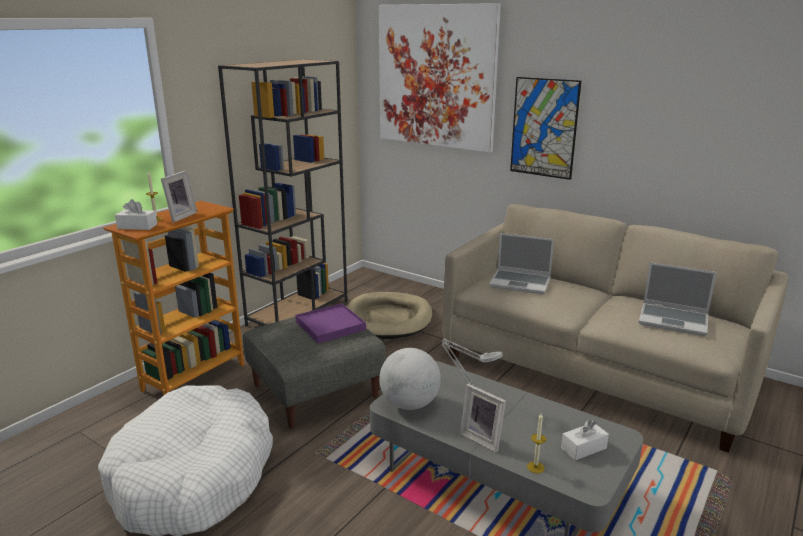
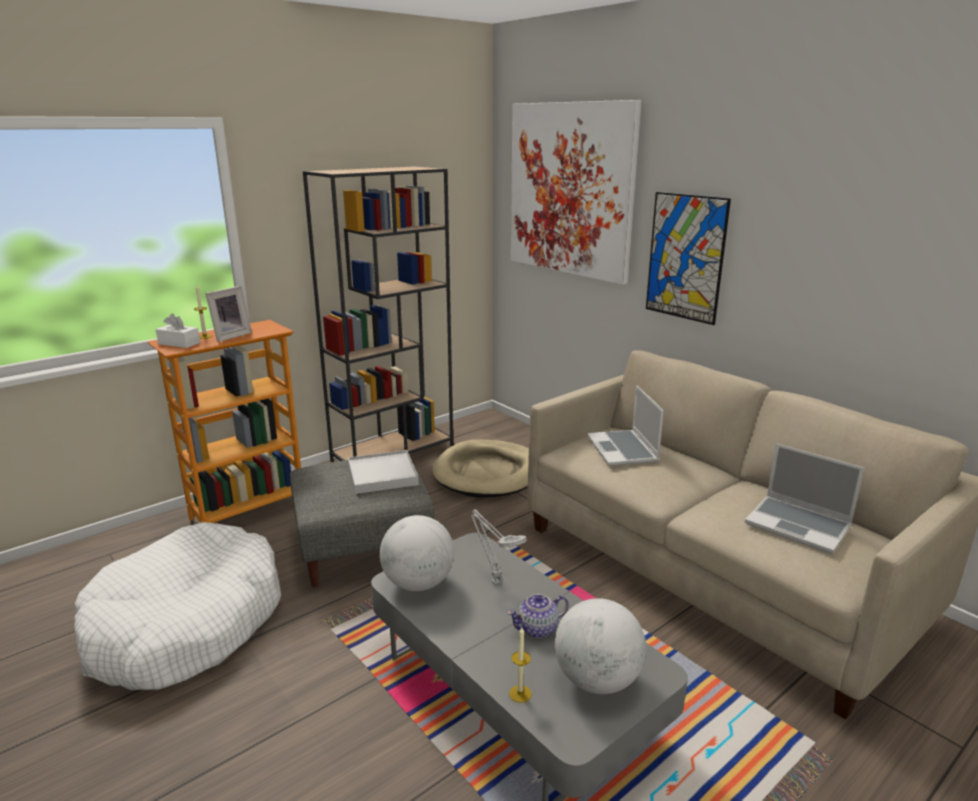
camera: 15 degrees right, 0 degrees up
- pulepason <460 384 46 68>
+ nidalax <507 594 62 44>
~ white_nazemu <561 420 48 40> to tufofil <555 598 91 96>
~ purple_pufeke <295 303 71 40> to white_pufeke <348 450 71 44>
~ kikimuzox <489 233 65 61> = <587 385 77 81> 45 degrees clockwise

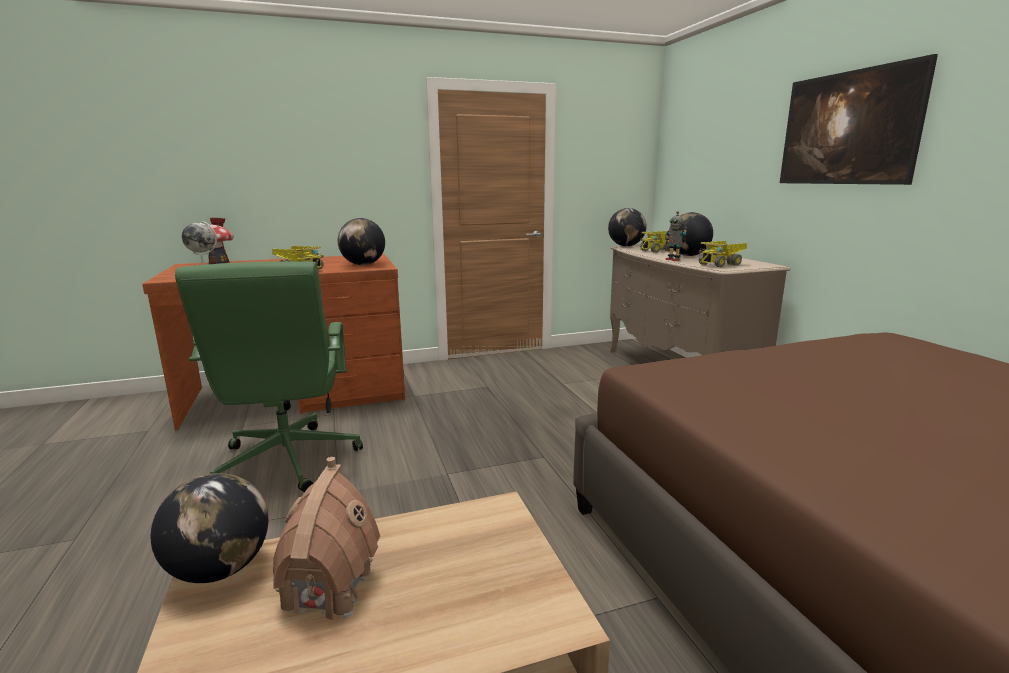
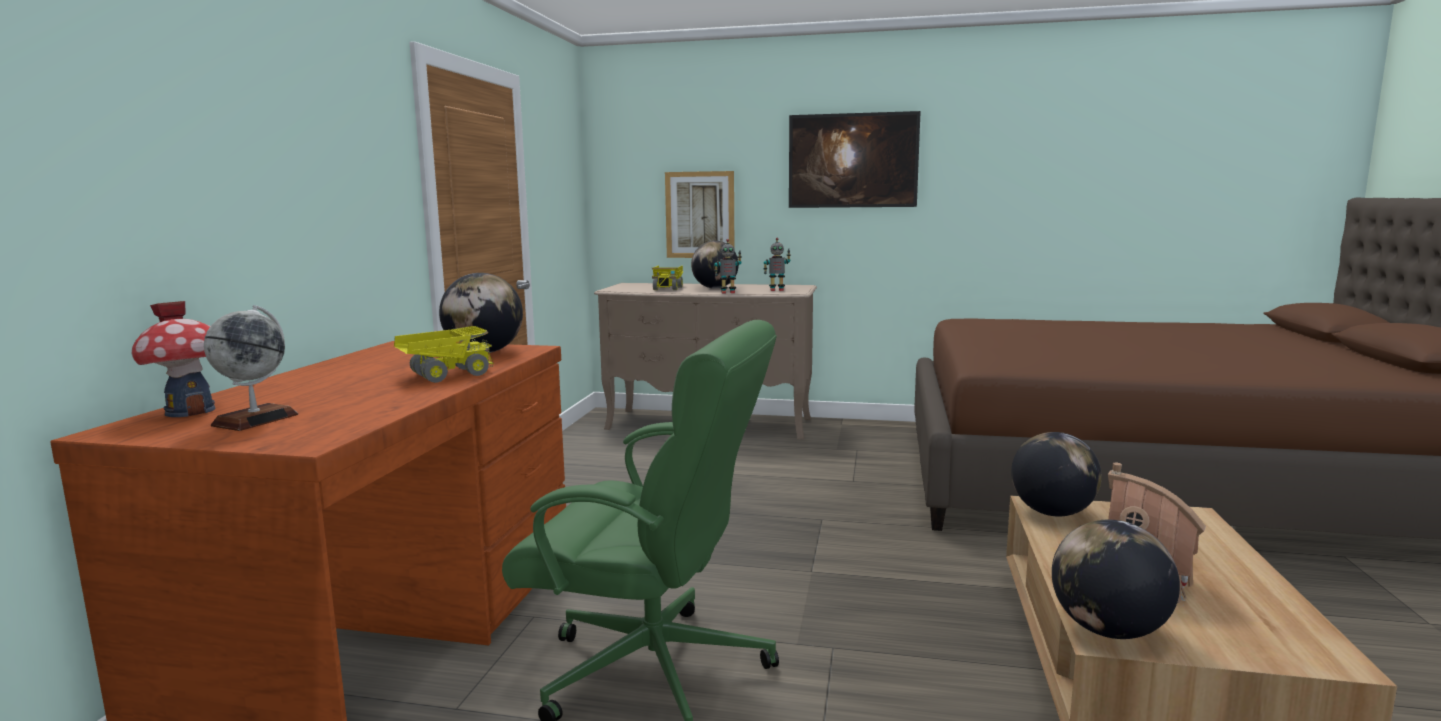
camera: 60 degrees left, 5 degrees down
+ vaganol <665 171 70 87>
~ tufofil <608 208 39 38> to <1011 432 91 85>
~ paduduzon <699 241 48 26> to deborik <763 238 28 53>

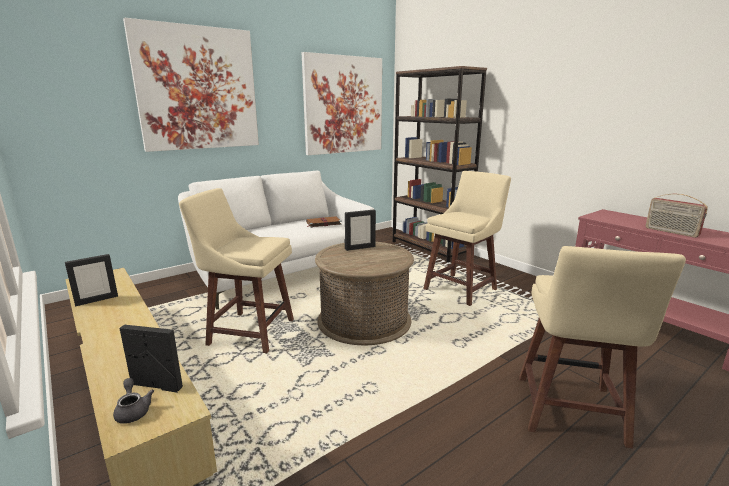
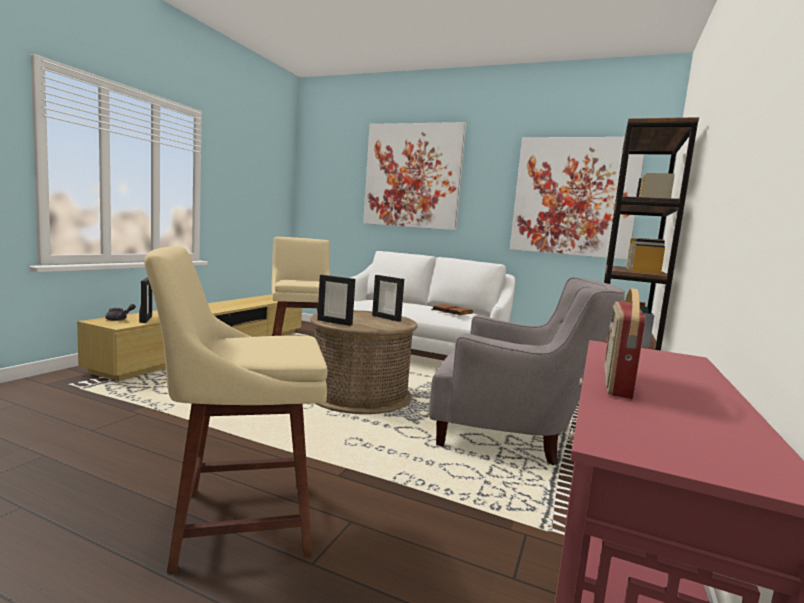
camera: 60 degrees right, 10 degrees down
~ pulepason <65 254 53 52> to <317 275 38 51>
~ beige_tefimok <423 171 88 135> to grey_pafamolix <429 277 196 188>

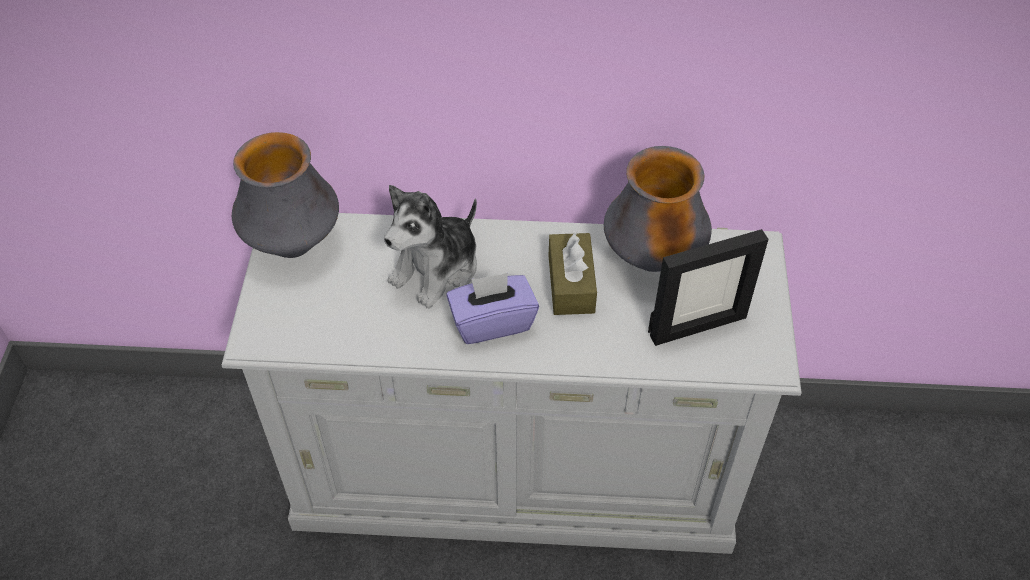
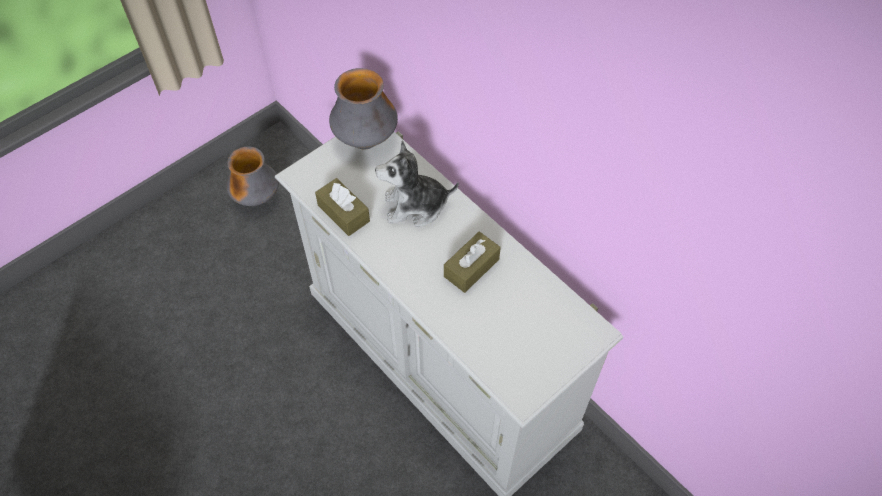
camera: 45 degrees right, 5 degrees up
- purple_nazemu <446 273 93 71>
- pulepason <648 229 121 117>
+ brown_nazemu <315 178 55 58>
~ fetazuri <604 146 108 126> to <226 147 53 59>

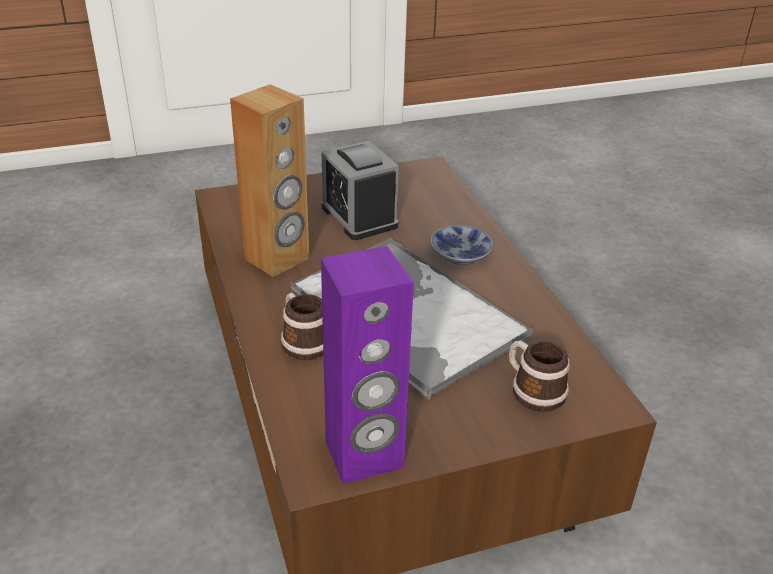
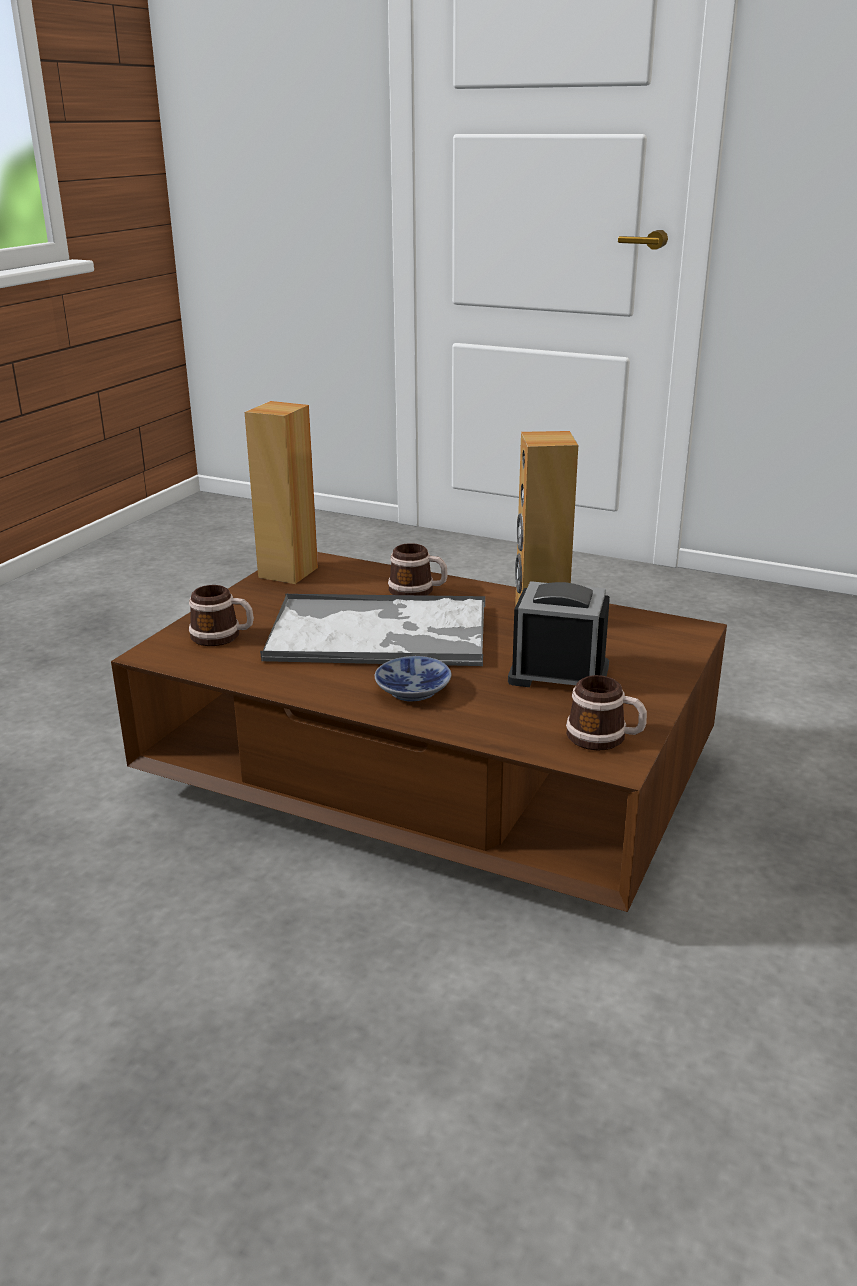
camera: 135 degrees right, 10 degrees down
+ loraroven <566 675 81 76>
~ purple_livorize <321 246 93 238> to brown_livorize <245 401 73 183>

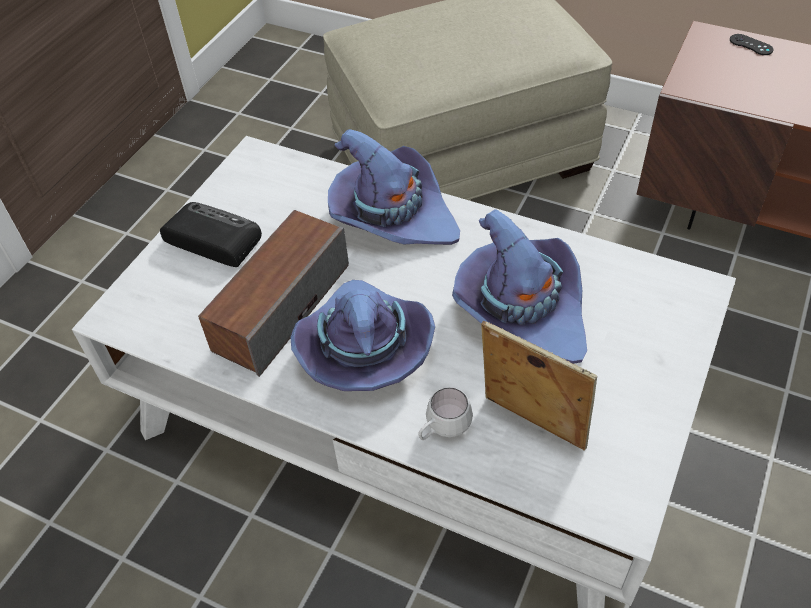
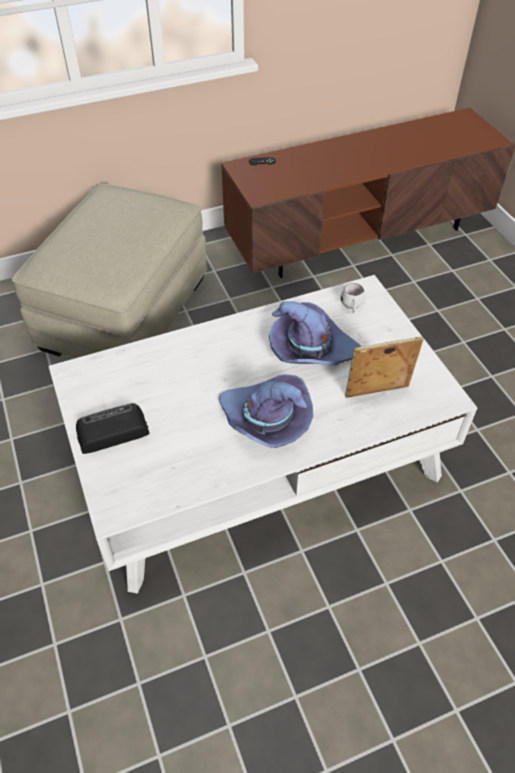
camera: 50 degrees left, 0 degrees up
- livorize <198 210 151 167>
- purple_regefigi <328 129 132 116>
~ white_loraroven <418 387 55 53> to <340 283 25 30>

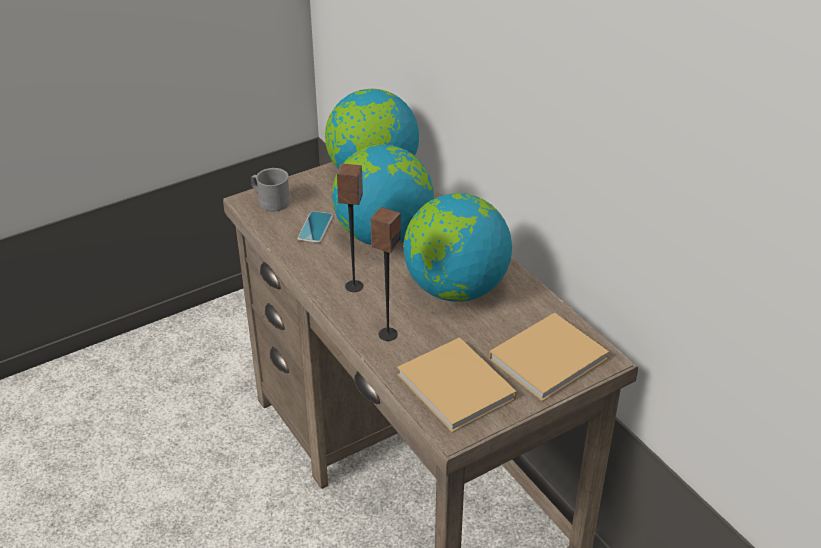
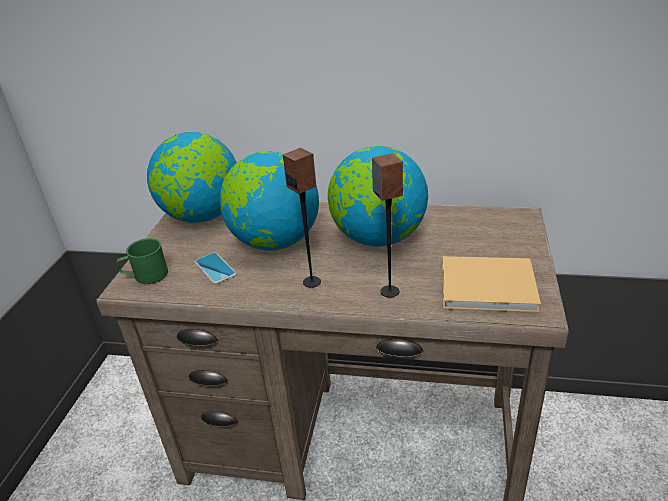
camera: 45 degrees left, 5 degrees down
- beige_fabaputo <489 313 120 89>
~ grey_loraroven <251 168 39 43> to green_loraroven <116 238 52 46>

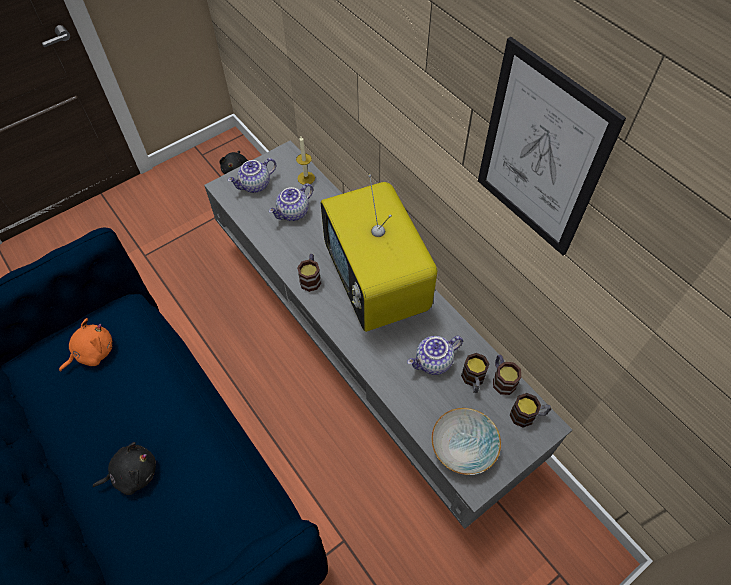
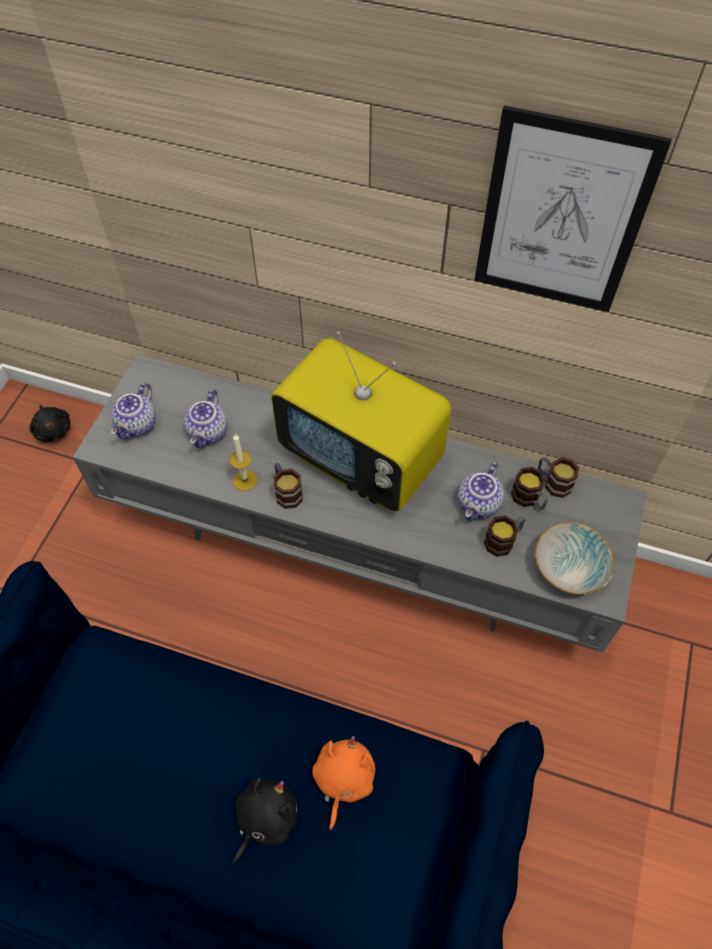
camera: 35 degrees left, 0 degrees up
~ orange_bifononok <59 318 53 54> to <312 736 63 95>
~ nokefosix <296 137 19 48> to <230 434 27 57>
~ loraroven <510 393 41 35> to <484 516 41 41>

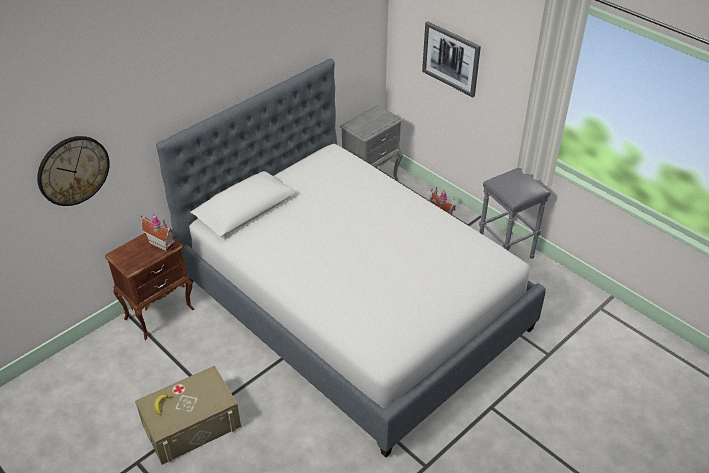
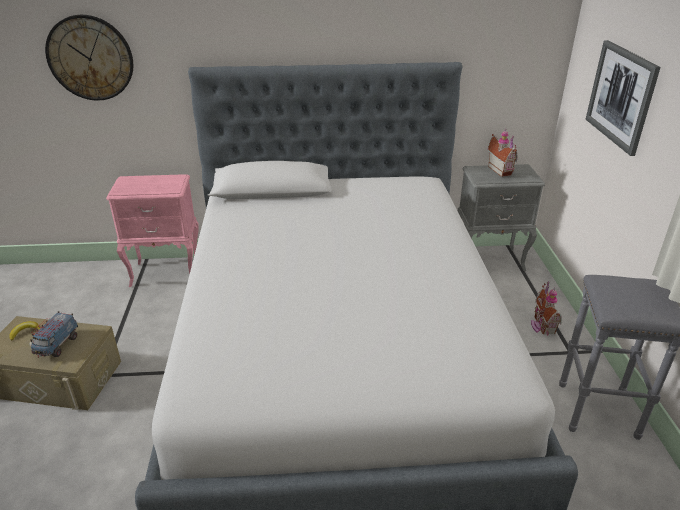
camera: 40 degrees right, 10 degrees down
+ paduduzon <30 311 48 47>
~ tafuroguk <141 214 34 38> to <487 129 31 48>
~ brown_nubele <105 233 89 107> to pink_nubele <106 174 93 113>

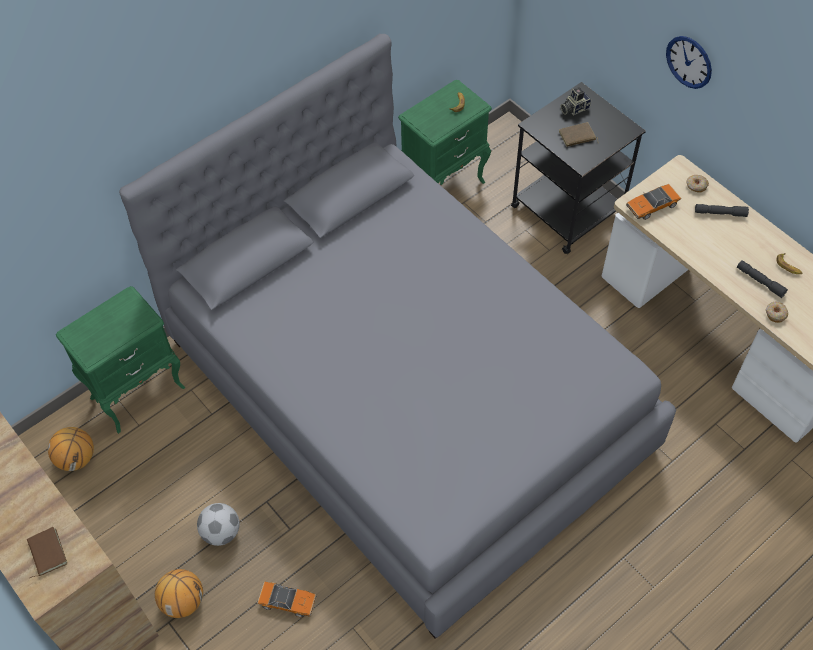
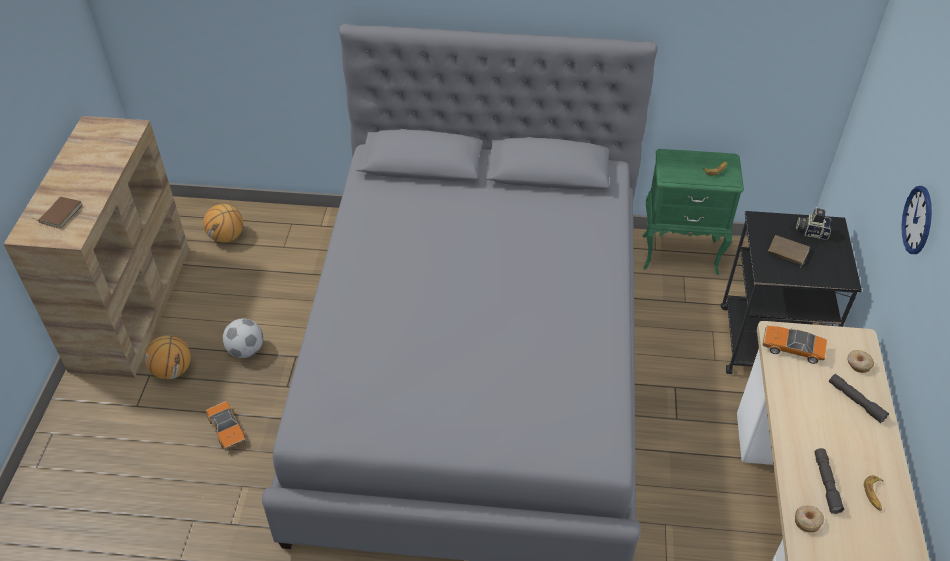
camera: 45 degrees right, 10 degrees down
- green_nubele <56 286 130 148>

